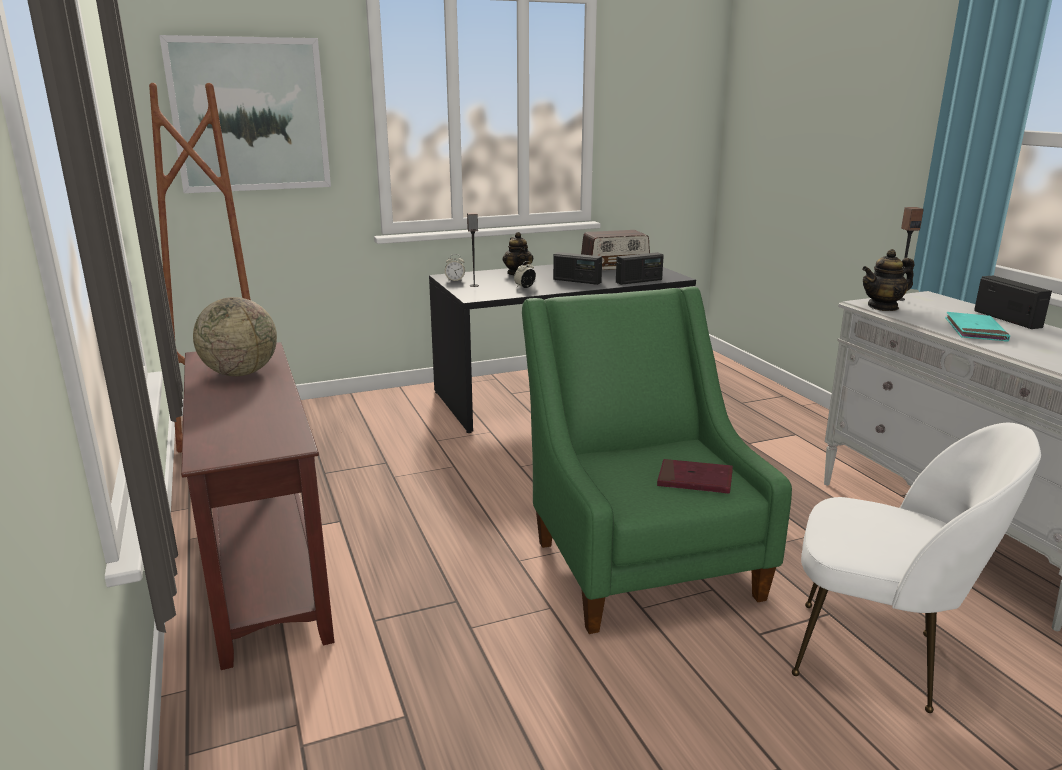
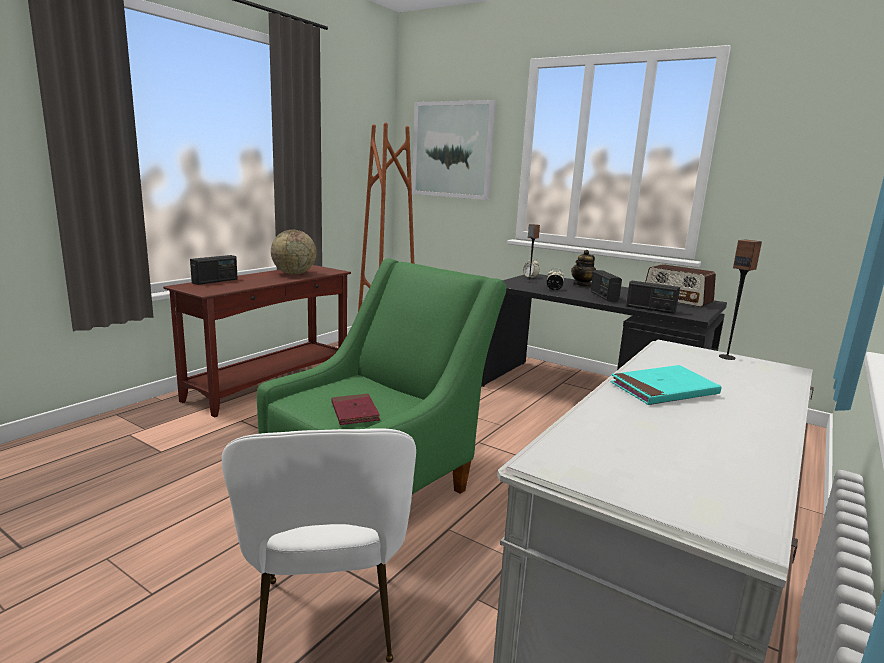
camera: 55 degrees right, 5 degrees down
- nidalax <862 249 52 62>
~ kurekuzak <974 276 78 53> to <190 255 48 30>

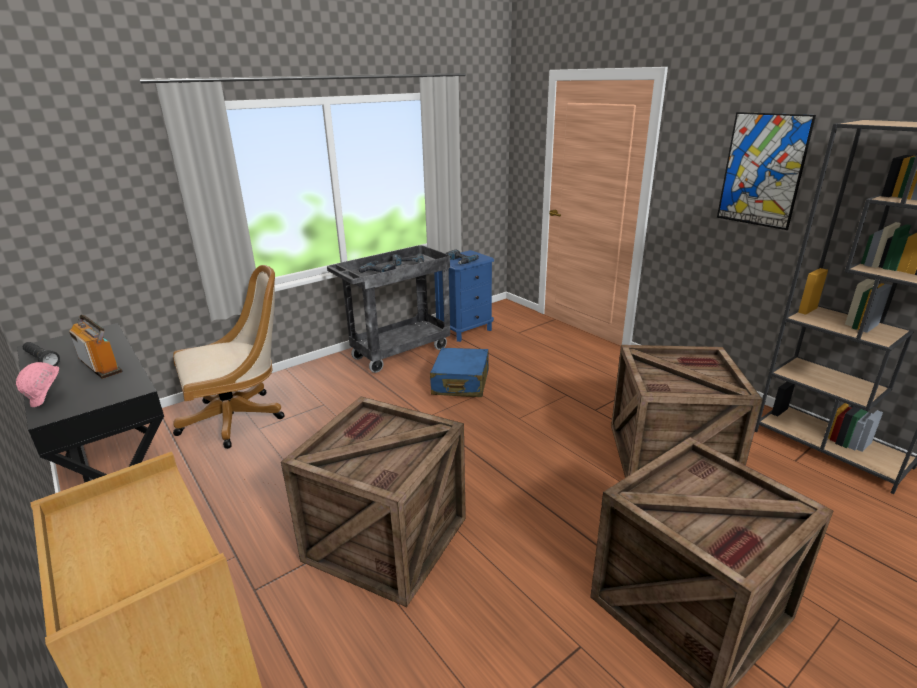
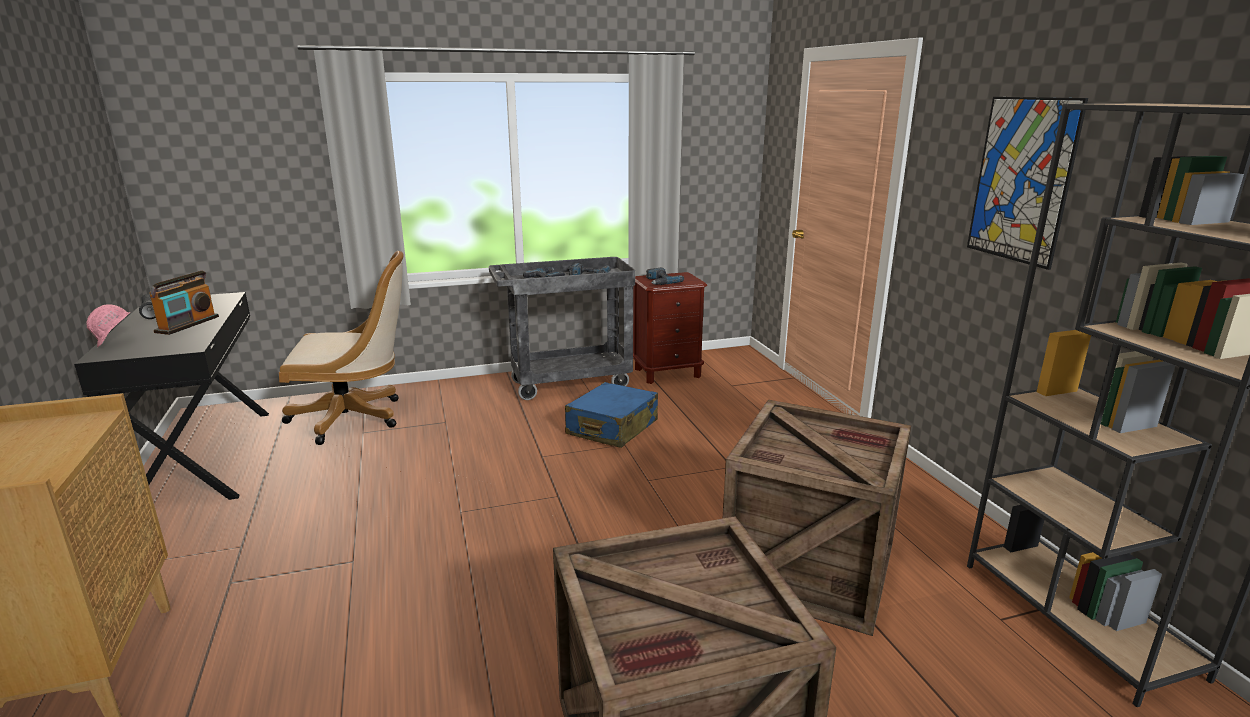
camera: 20 degrees right, 5 degrees down
- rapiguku <281 397 185 210>
~ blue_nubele <434 250 60 92> to brown_nubele <633 272 74 112>
~ kurekuzak <69 315 53 64> = <149 271 70 64> 45 degrees clockwise

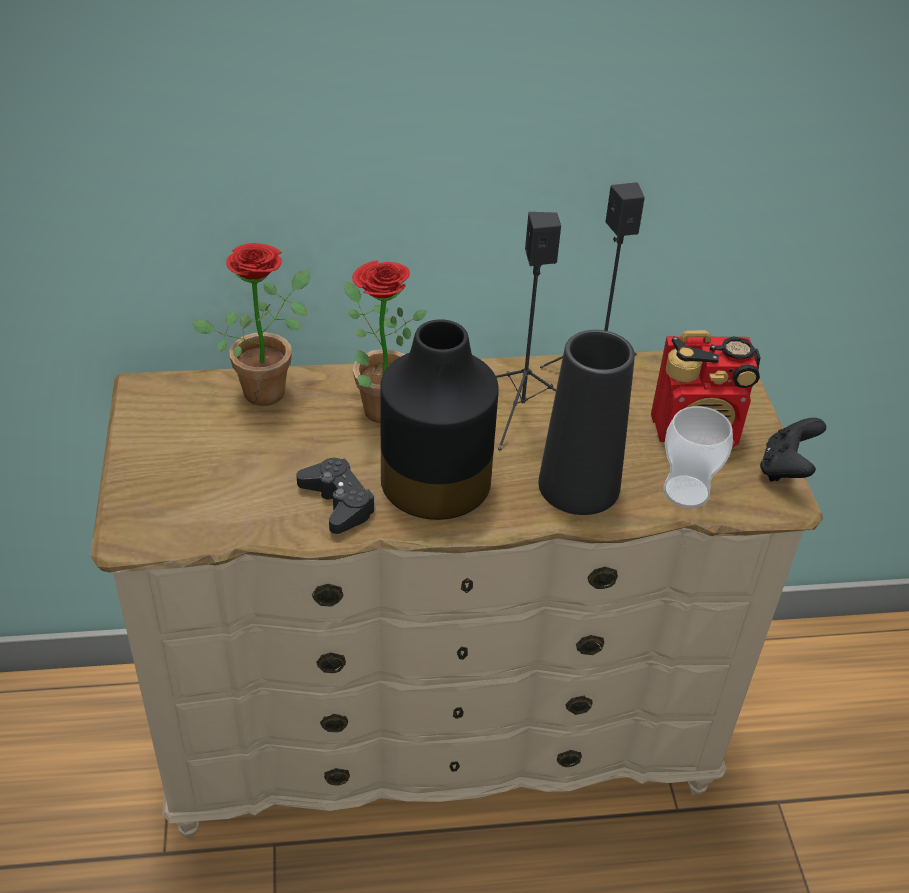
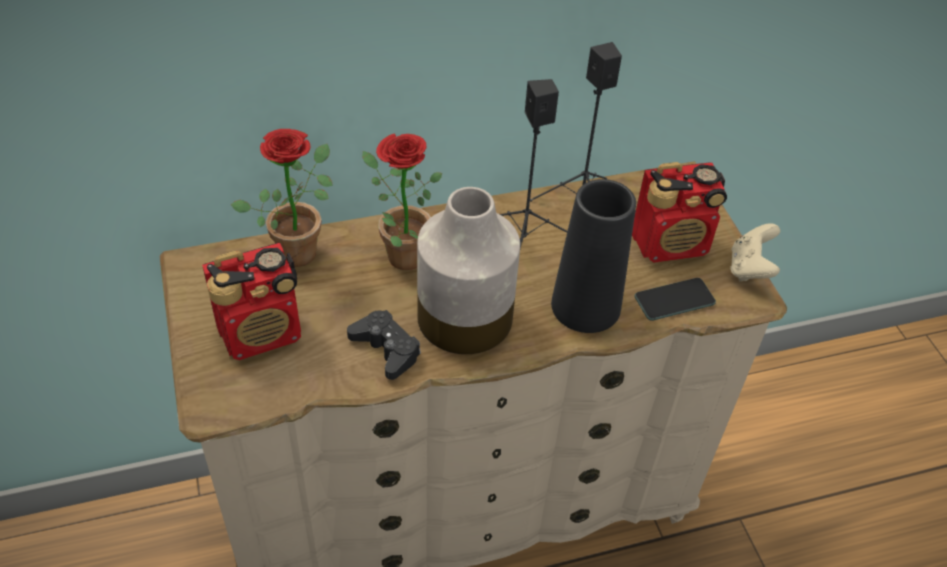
camera: 10 degrees left, 5 degrees up
+ kurekuzak <202 243 99 117>
~ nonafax <663 406 70 102> to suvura <635 278 81 43>
~ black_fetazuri <380 319 119 201> to beige_fetazuri <417 187 103 167>
~ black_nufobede <760 418 66 63> to beige_nufobede <730 223 50 59>

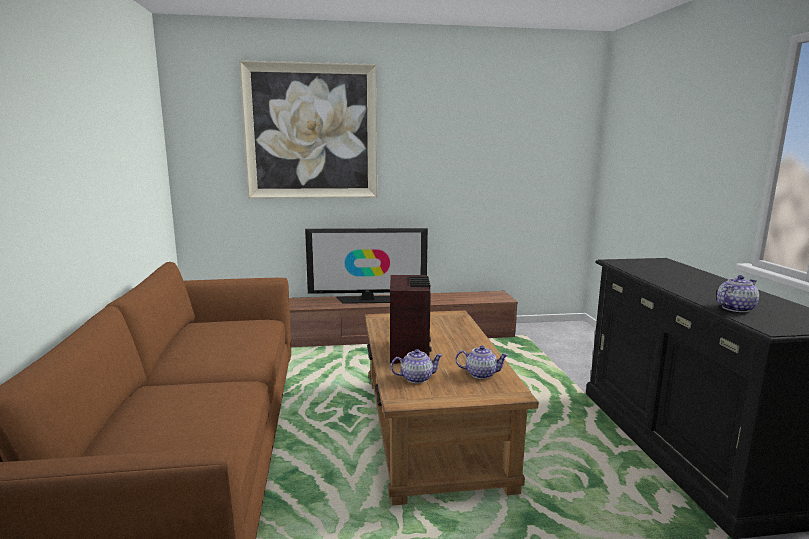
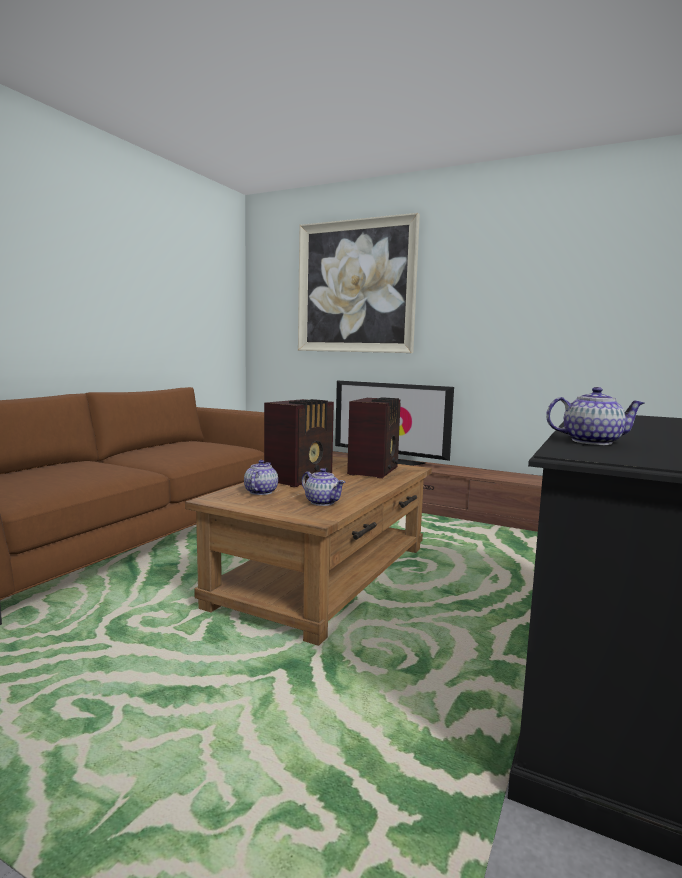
camera: 35 degrees right, 5 degrees down
+ kurekuzak <347 397 54 82>
~ nidalax <391 349 52 34> = <244 460 34 35> 105 degrees counterclockwise

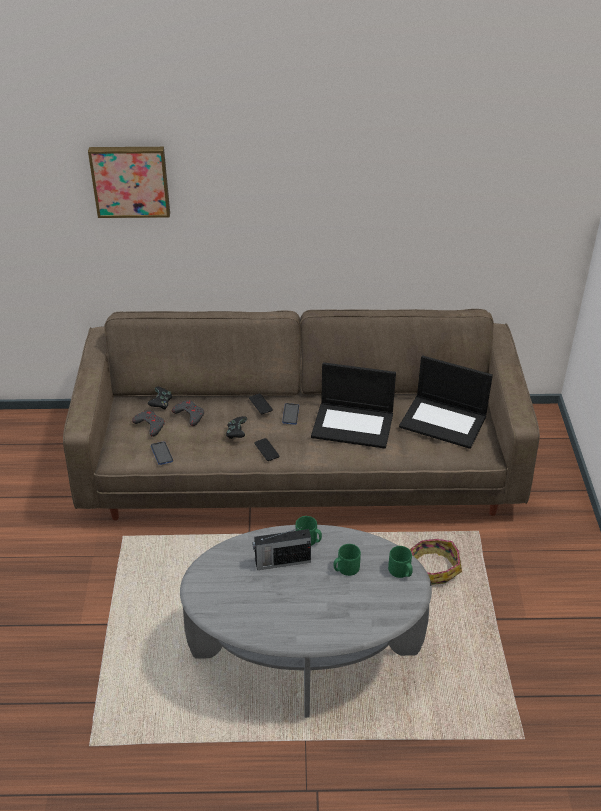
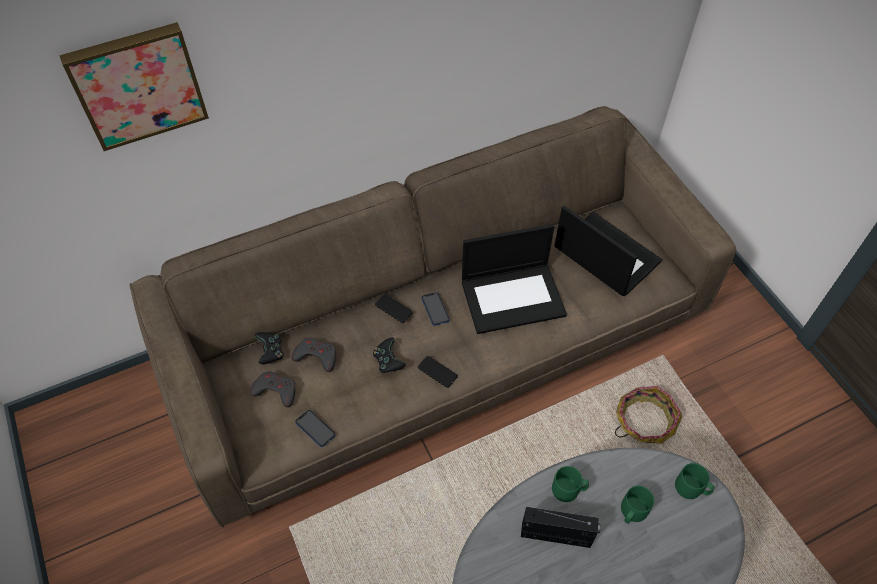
camera: 25 degrees left, 15 degrees up
~ kurekuzak <252 527 59 43> = <521 507 80 41> 135 degrees counterclockwise
~ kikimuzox <399 355 94 94> = <554 206 108 90> 135 degrees counterclockwise

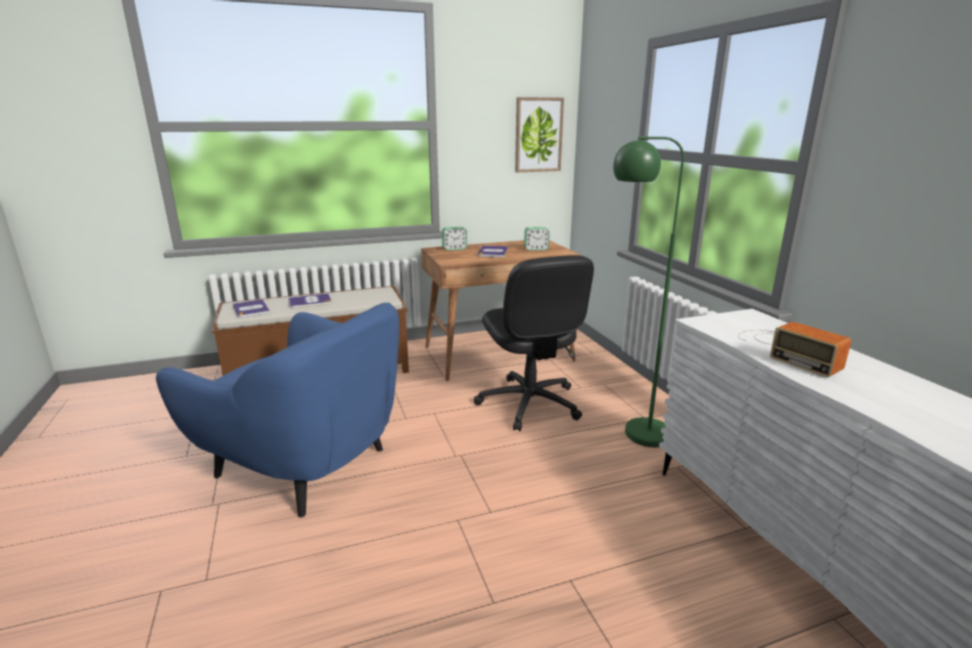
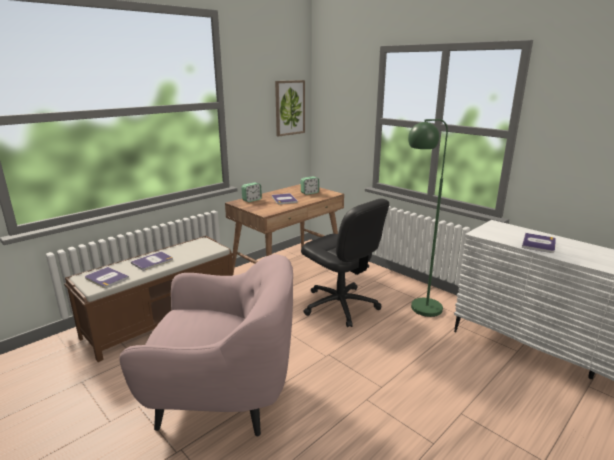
camera: 25 degrees left, 0 degrees up
~ kurekuzak <738 322 113 55> to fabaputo <522 233 34 20>
~ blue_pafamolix <156 303 243 214> to pink_pafamolix <119 254 174 182>

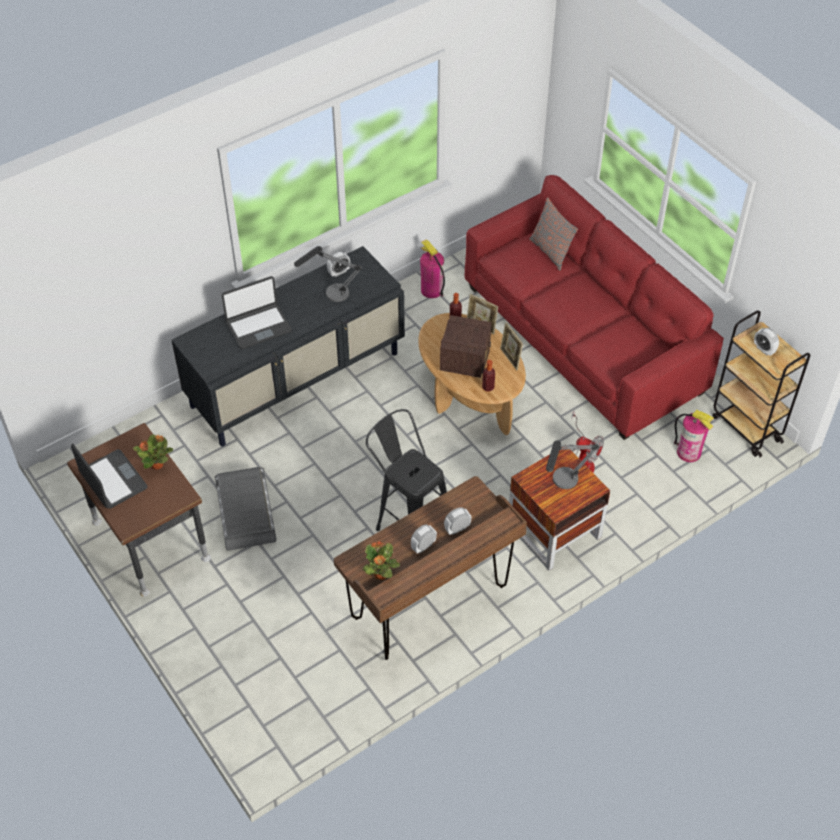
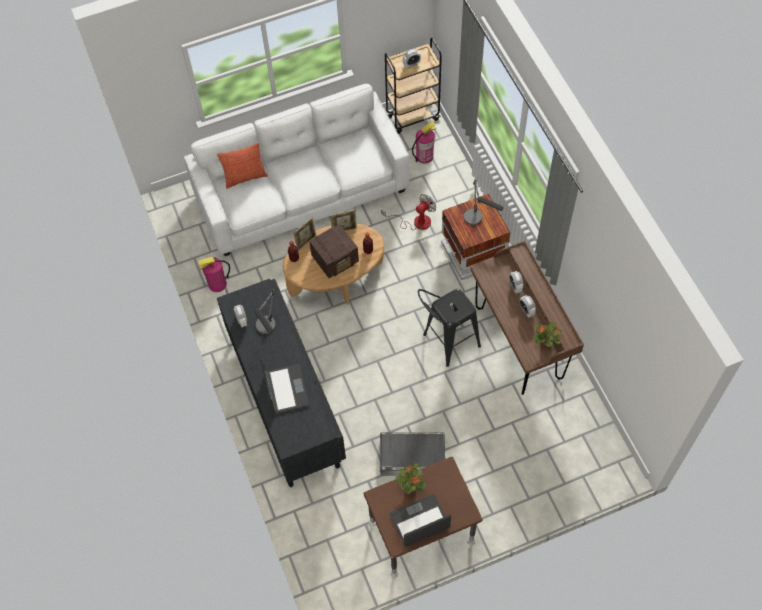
camera: 75 degrees left, 10 degrees up
~ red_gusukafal <465 175 259 265> to white_gusukafal <184 84 225 172>
~ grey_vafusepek <529 197 49 74> to orange_vafusepek <217 143 51 46>
~ kurekuzak <440 315 51 63> = <309 224 50 54> 120 degrees clockwise

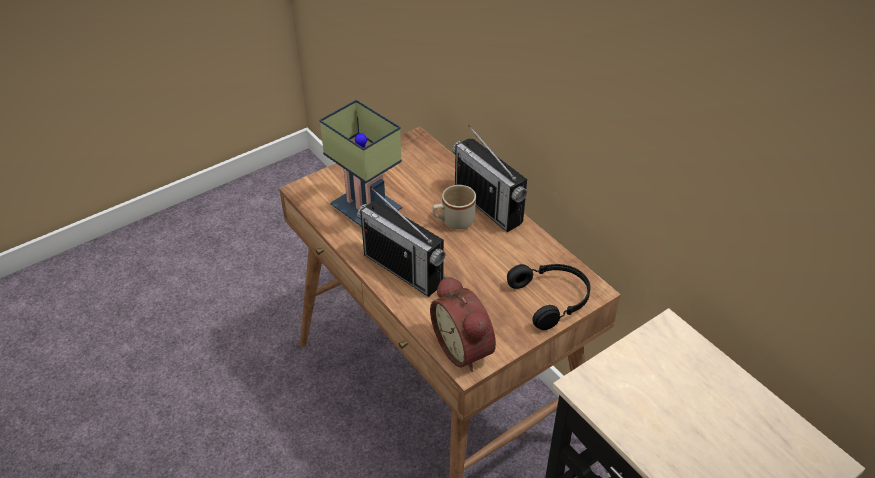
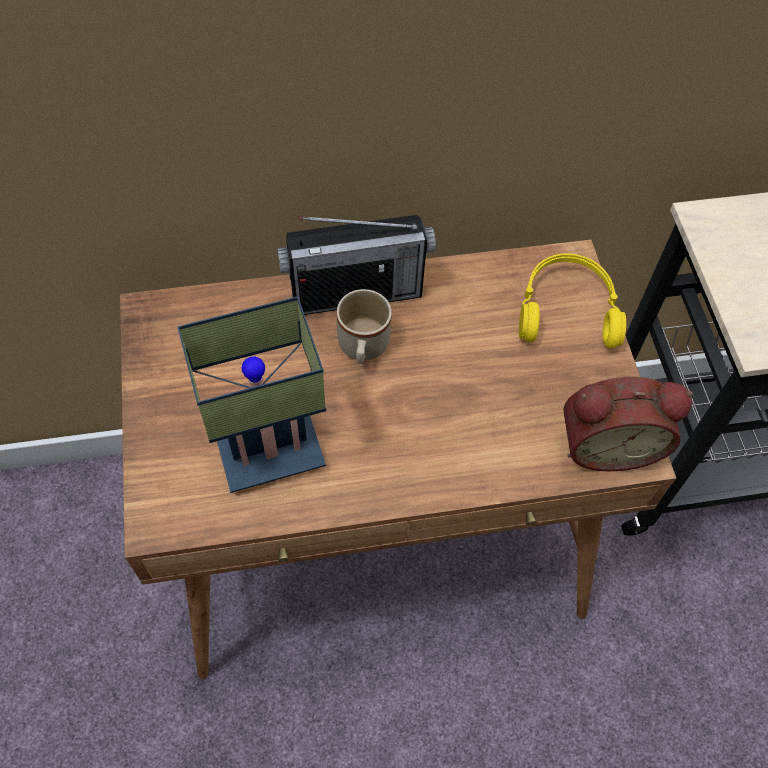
camera: 65 degrees left, 15 degrees up
- kurekuzak <357 188 88 109>
~ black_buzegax <507 264 84 66> to yellow_buzegax <519 253 107 96>

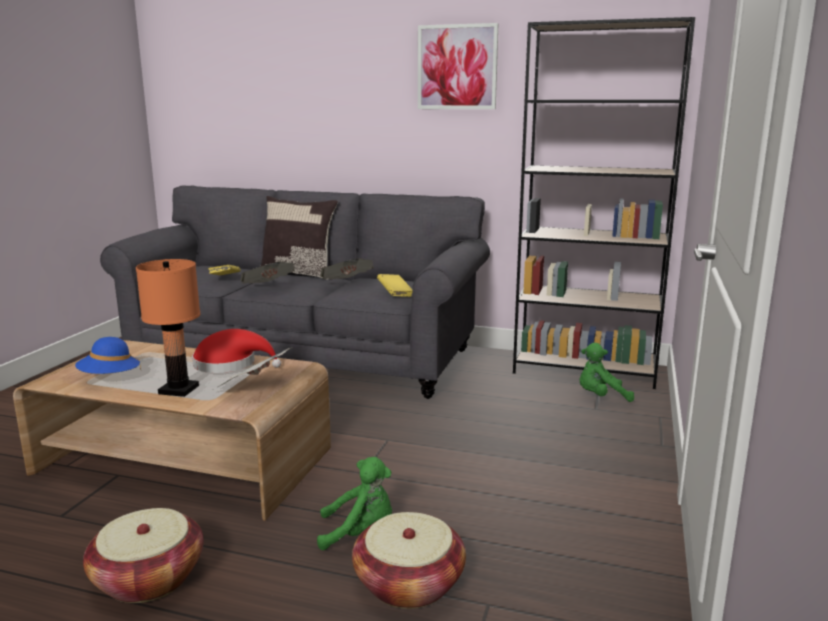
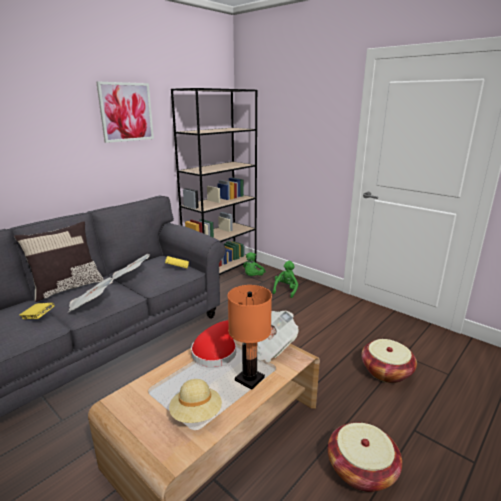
camera: 65 degrees left, 5 degrees up
~ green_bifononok <317 457 75 93> to <273 261 25 37>
~ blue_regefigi <75 337 66 37> to beige_regefigi <169 379 53 44>

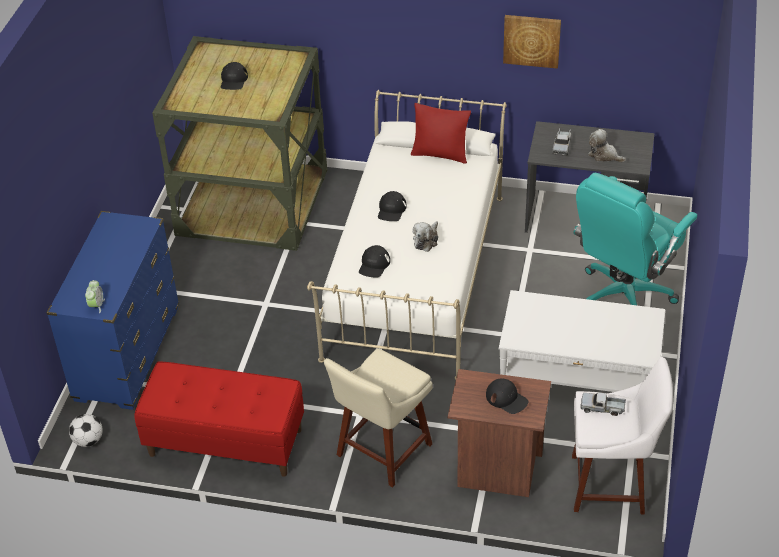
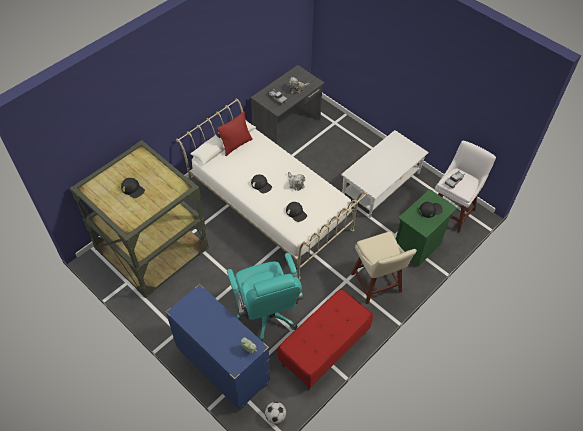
camera: 60 degrees left, 10 degrees up
- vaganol <503 15 58 54>
~ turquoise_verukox <573 173 124 132> to <227 253 76 90>
~ brown_nubele <447 369 104 128> to green_nubele <396 189 61 77>

